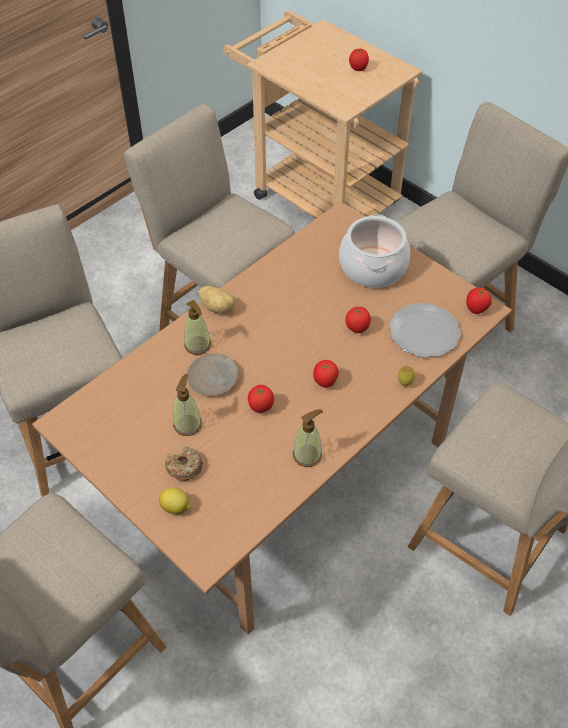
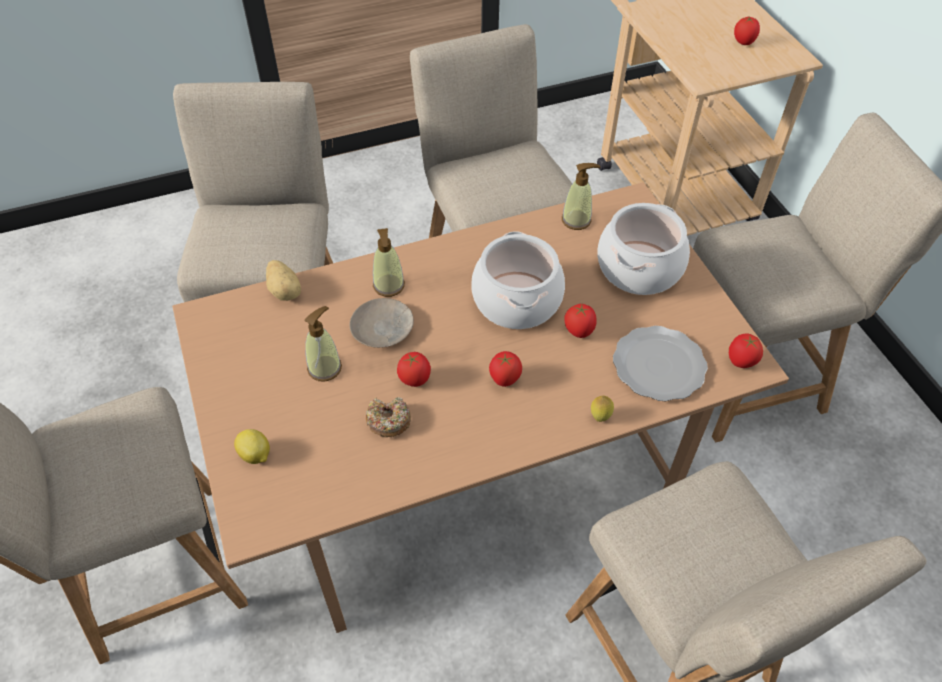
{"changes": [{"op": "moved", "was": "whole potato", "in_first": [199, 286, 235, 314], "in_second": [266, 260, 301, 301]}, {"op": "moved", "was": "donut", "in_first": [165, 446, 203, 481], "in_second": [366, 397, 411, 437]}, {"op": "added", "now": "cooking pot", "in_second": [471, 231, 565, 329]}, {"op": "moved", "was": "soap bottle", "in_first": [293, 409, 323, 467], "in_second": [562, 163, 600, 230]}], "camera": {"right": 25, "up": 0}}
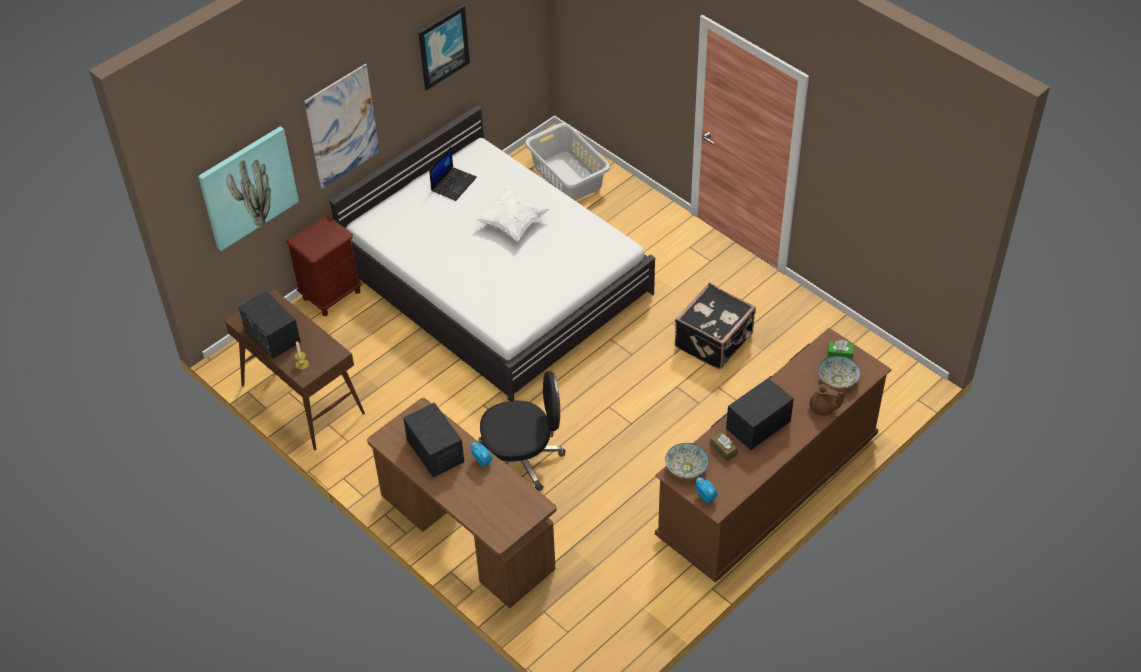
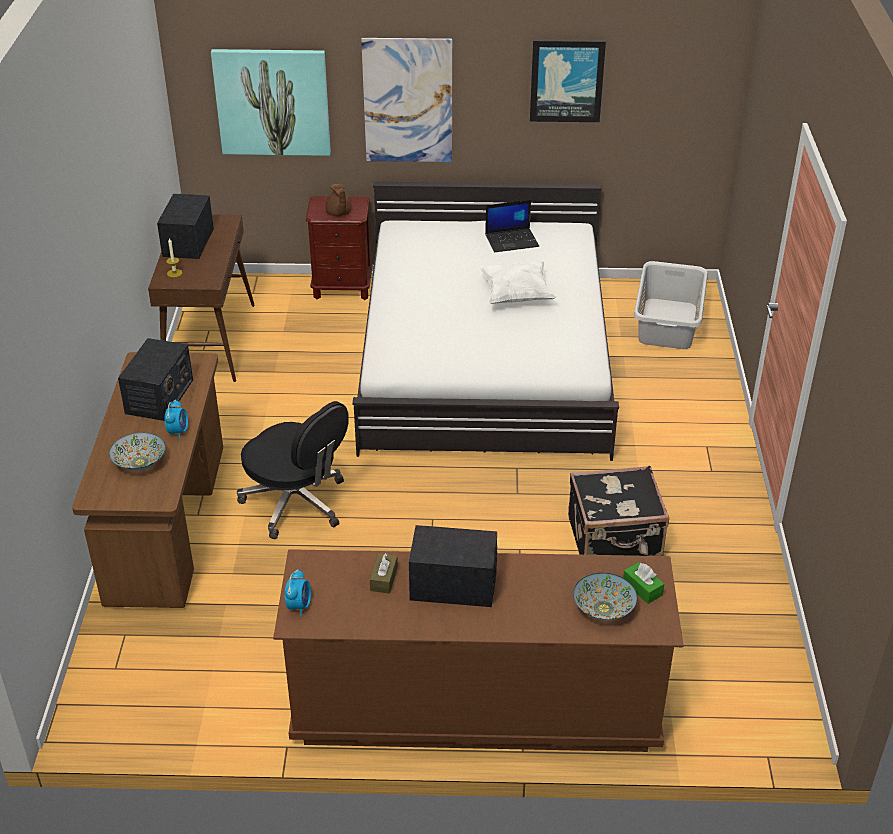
{"changes": [{"op": "moved", "was": "deep dish", "in_first": [665, 443, 709, 478], "in_second": [109, 432, 166, 471]}, {"op": "moved", "was": "pot for tea/brown-coloured", "in_first": [810, 384, 845, 416], "in_second": [325, 184, 351, 217]}], "camera": {"right": 45, "up": -10}}
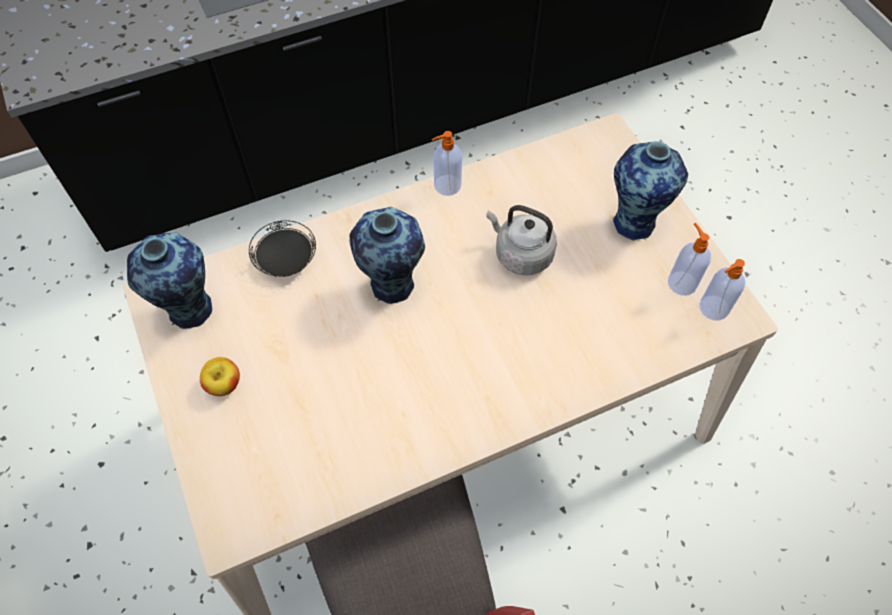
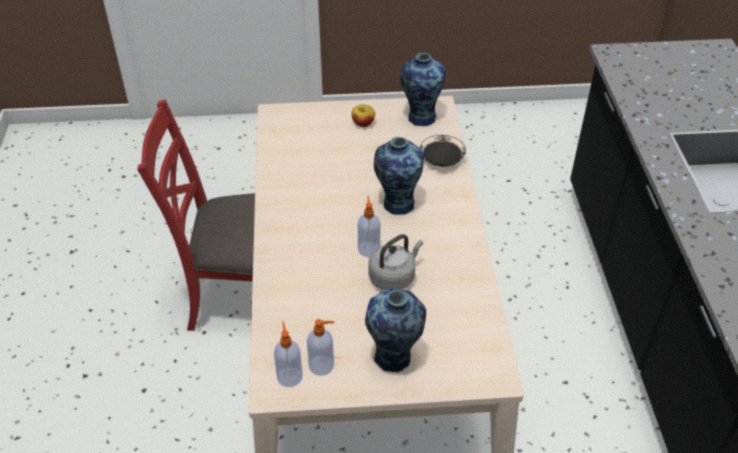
{"changes": [{"op": "moved", "was": "soap bottle", "in_first": [432, 131, 462, 196], "in_second": [358, 196, 381, 257]}], "camera": {"right": 110, "up": -15}}
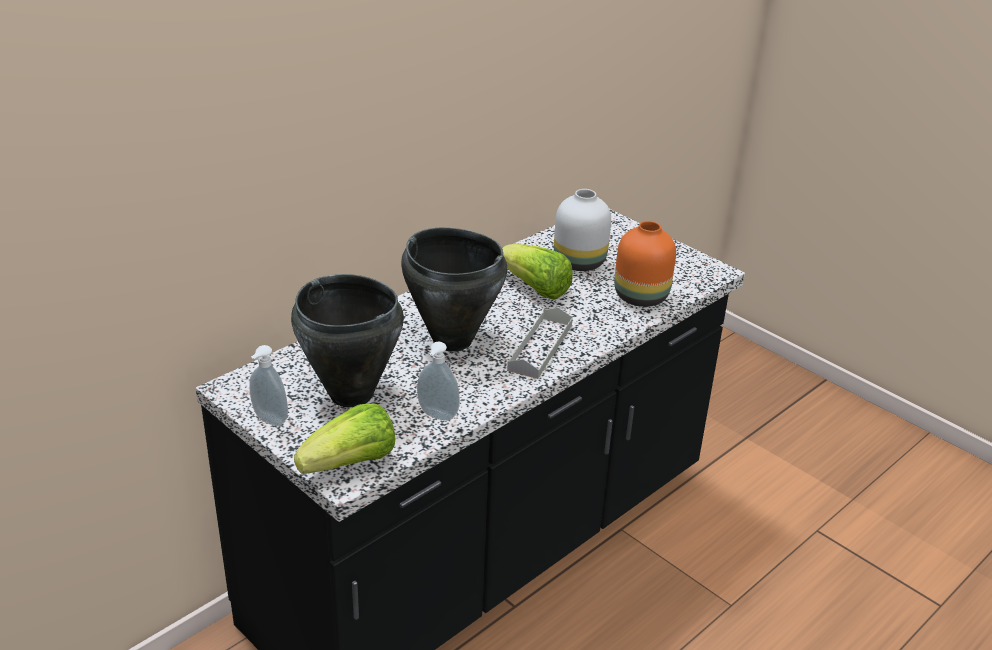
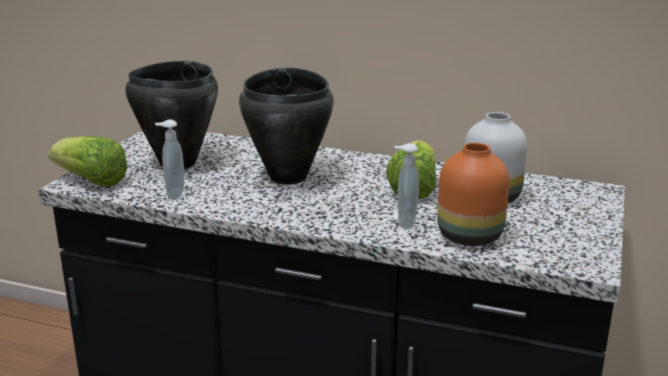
{"changes": [{"op": "moved", "was": "soap bottle", "in_first": [249, 345, 288, 426], "in_second": [394, 143, 419, 229]}, {"op": "removed", "was": "serving tray/gray", "in_first": [507, 307, 573, 379]}], "camera": {"right": 65, "up": -10}}
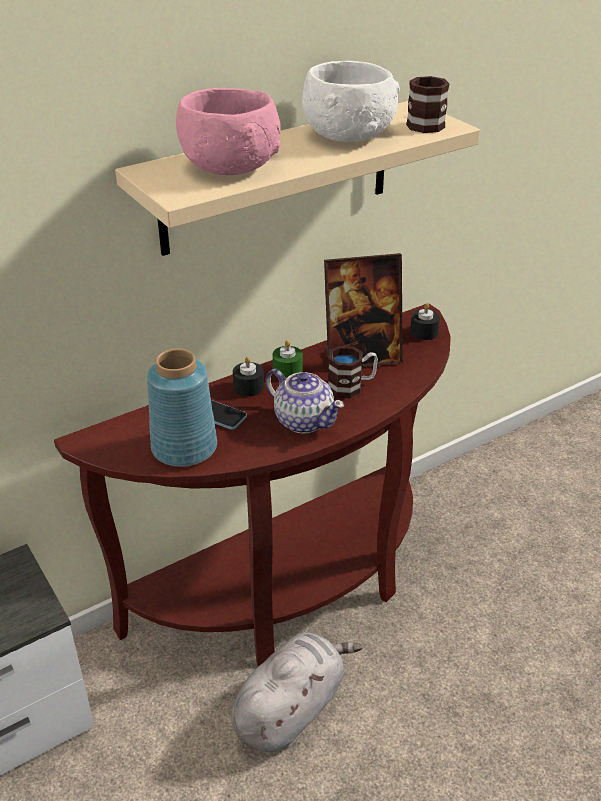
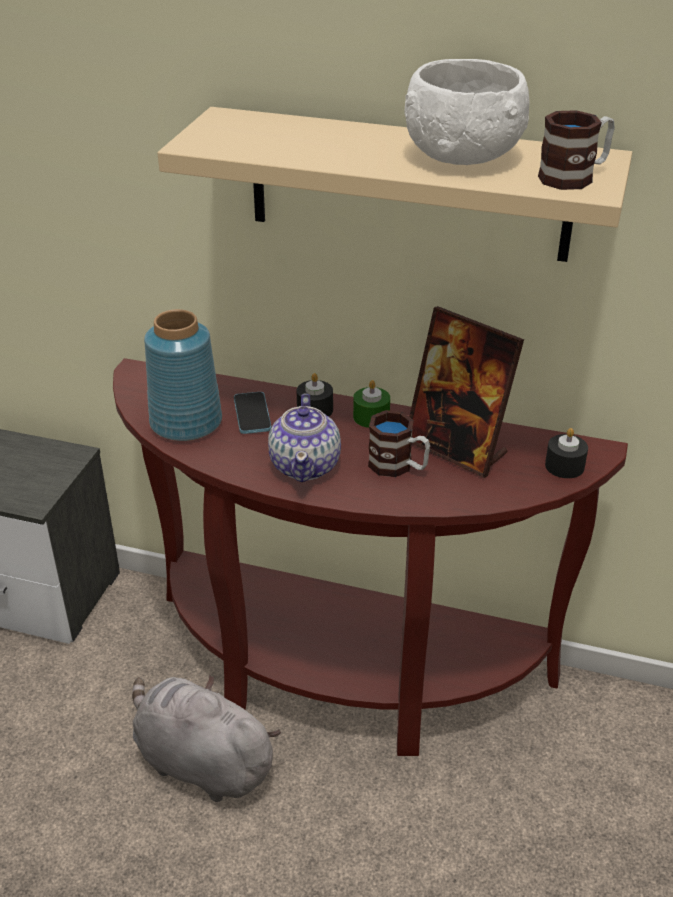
{"changes": [{"op": "turned", "was": "soft toy/gray", "in_first": [231, 633, 363, 752], "in_second": [132, 675, 281, 802], "clockwise": -150}, {"op": "removed", "was": "deep dish/pink", "in_first": [176, 88, 281, 175]}], "camera": {"right": 50, "up": 0}}
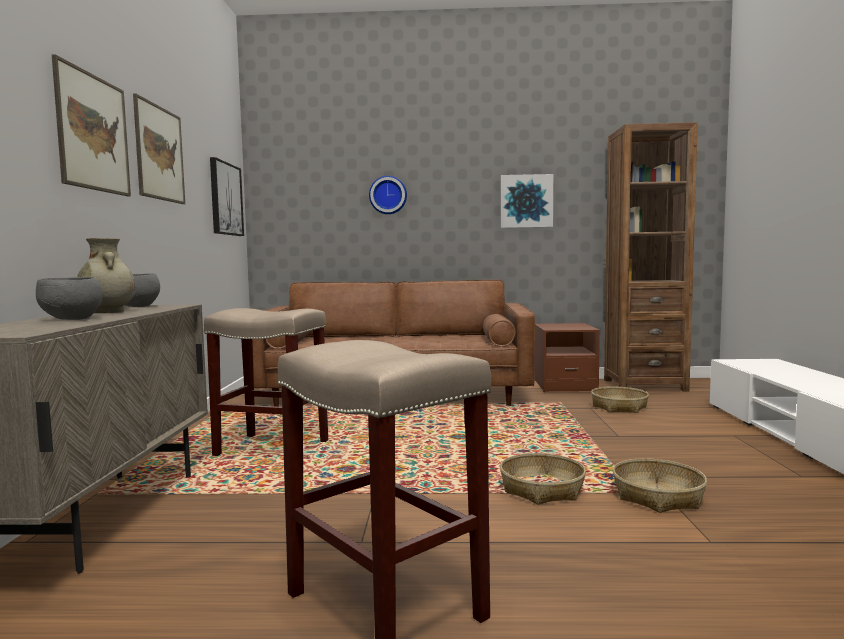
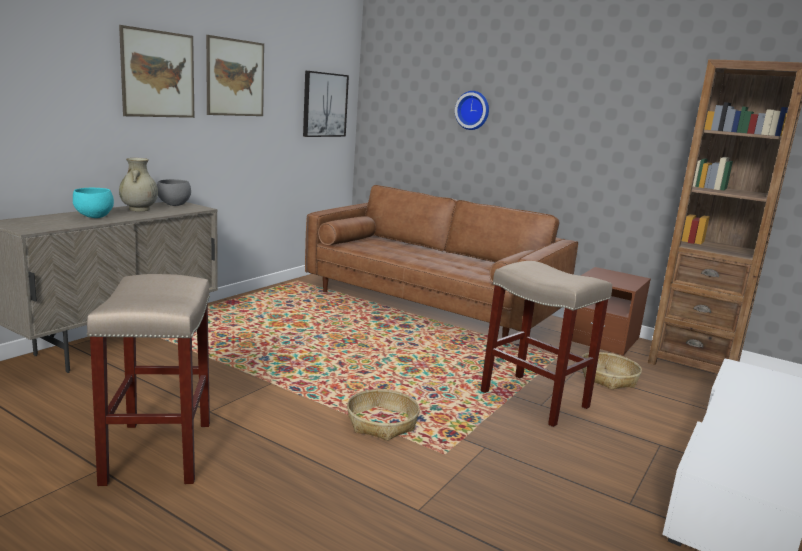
{"changes": [{"op": "recoloured", "was": "deep dish/gray", "now": "deep dish/blue-green", "in_first": [36, 277, 103, 320], "in_second": [73, 188, 114, 218]}, {"op": "moved", "was": "sitting stool/beige-coloured", "in_first": [204, 308, 328, 456], "in_second": [481, 261, 612, 427]}, {"op": "removed", "was": "picture", "in_first": [500, 174, 553, 228]}, {"op": "removed", "was": "storage basket", "in_first": [613, 458, 707, 513]}], "camera": {"right": 30, "up": 10}}
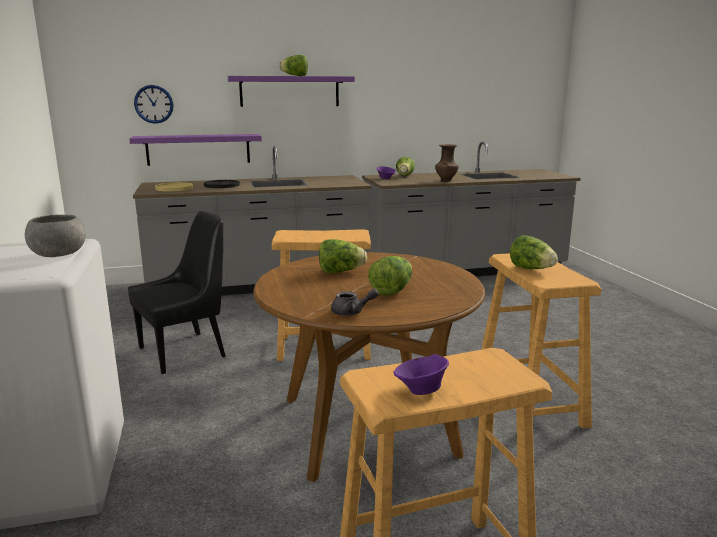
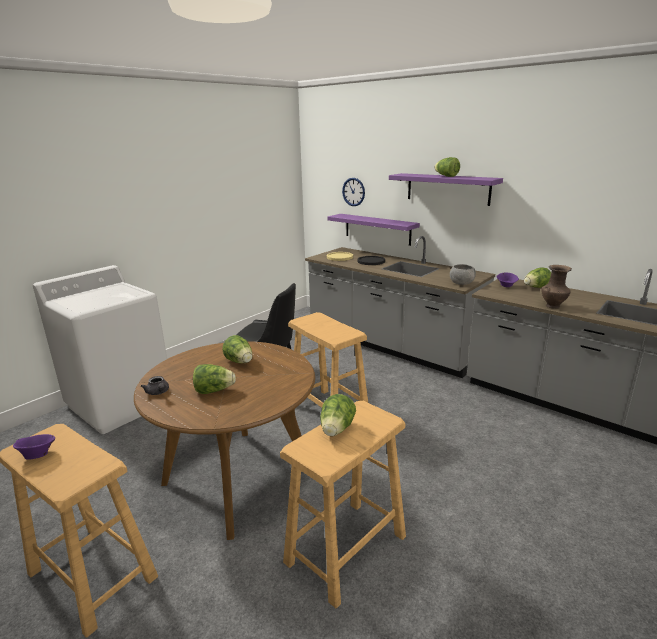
{"changes": [{"op": "moved", "was": "deep dish/gray", "in_first": [25, 215, 86, 257], "in_second": [450, 264, 476, 285]}], "camera": {"right": 55, "up": 5}}
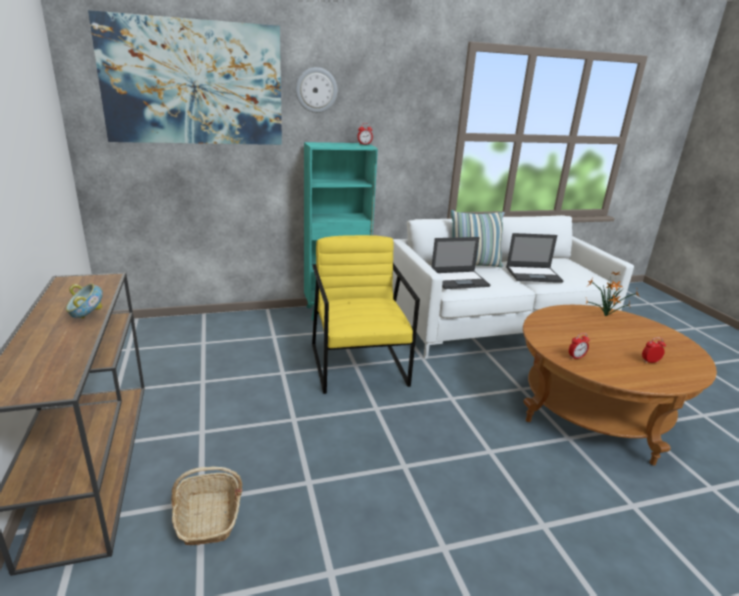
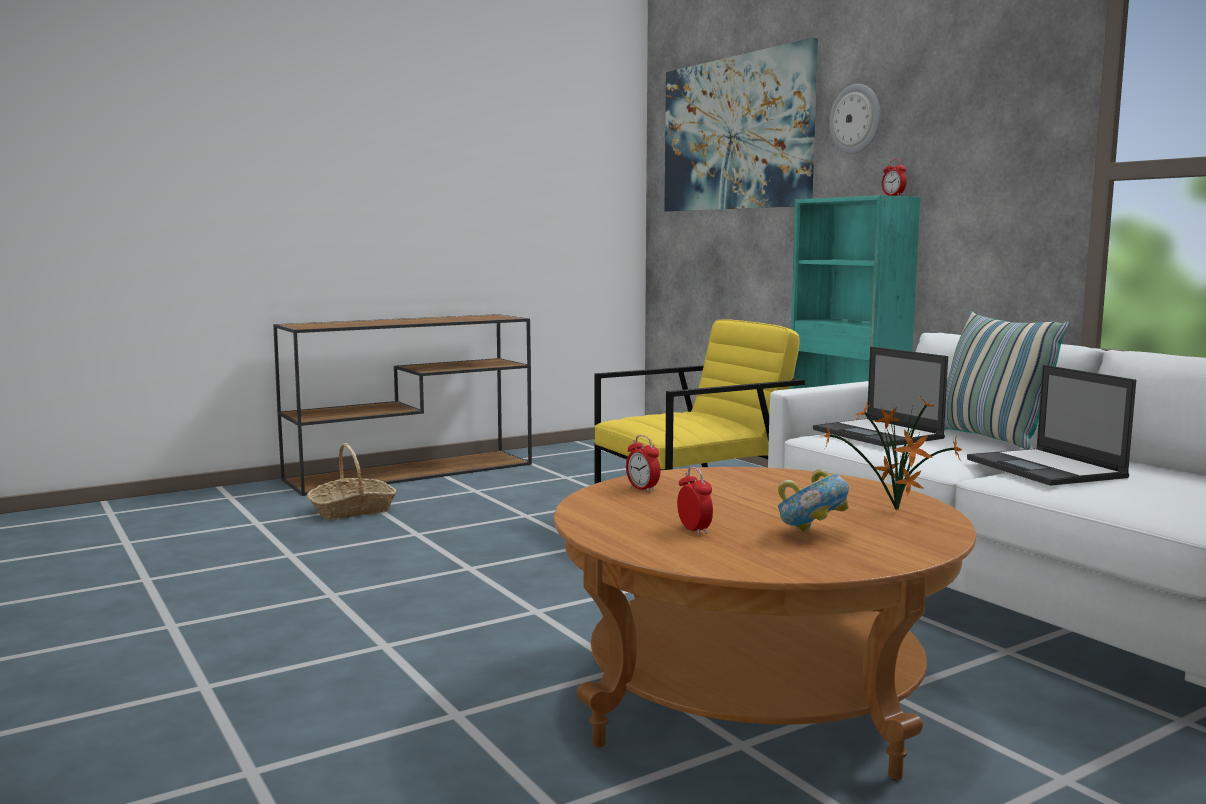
{"changes": [{"op": "moved", "was": "deep dish", "in_first": [66, 284, 103, 319], "in_second": [778, 469, 849, 533]}], "camera": {"right": 75, "up": -15}}
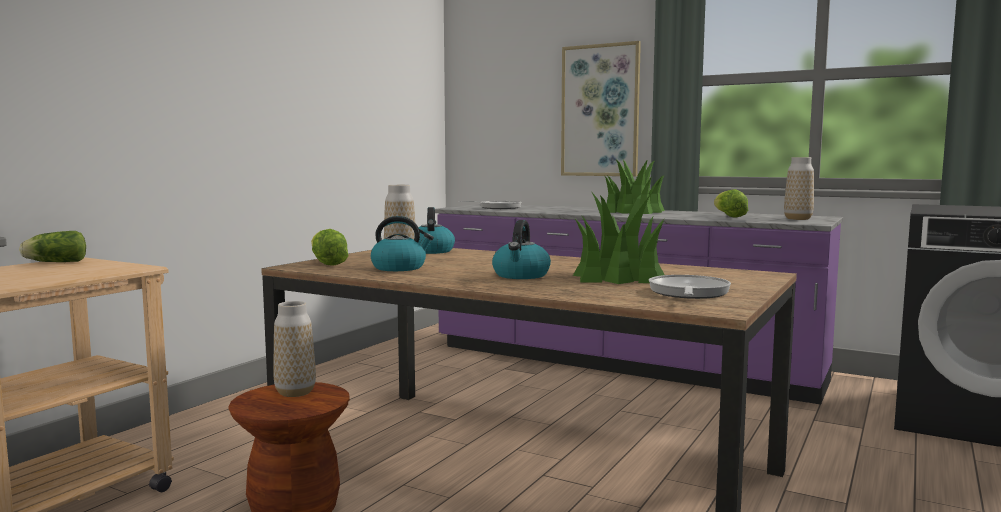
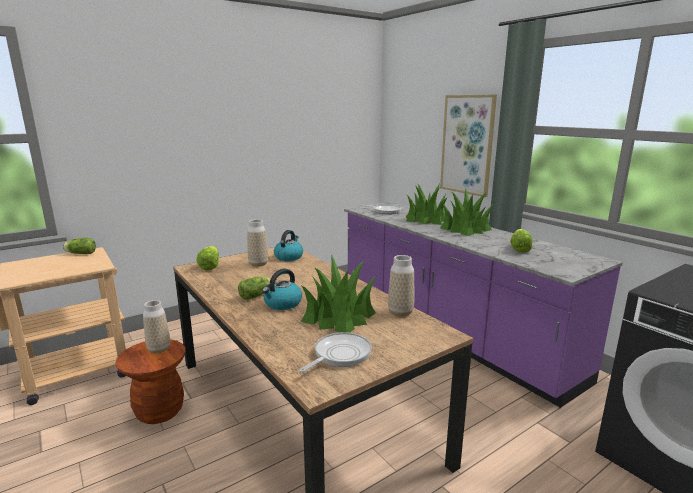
{"changes": [{"op": "added", "now": "lettuce", "in_second": [238, 277, 270, 300]}, {"op": "moved", "was": "flower vase", "in_first": [784, 157, 814, 220], "in_second": [388, 255, 414, 317]}, {"op": "added", "now": "potted plant", "in_second": [406, 183, 448, 225]}, {"op": "removed", "was": "water kettle", "in_first": [371, 216, 434, 271]}], "camera": {"right": 25, "up": 10}}
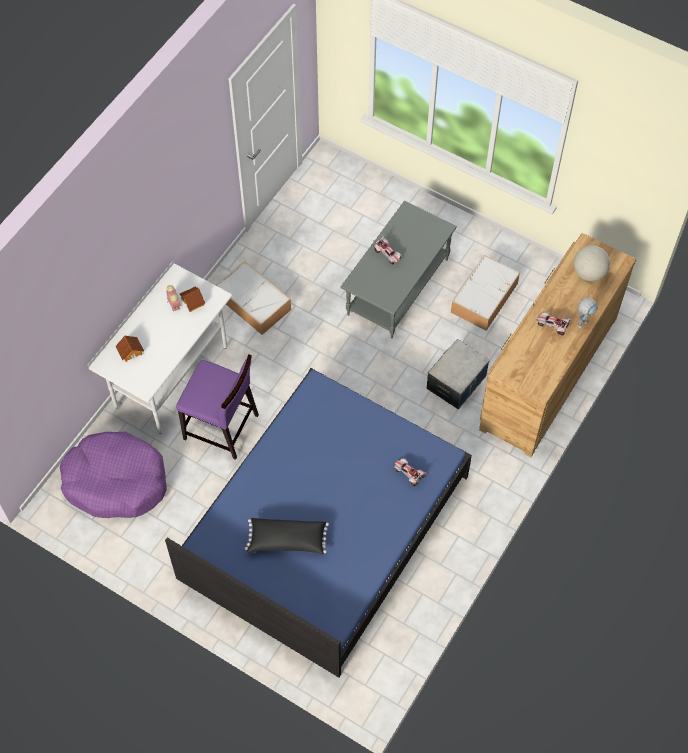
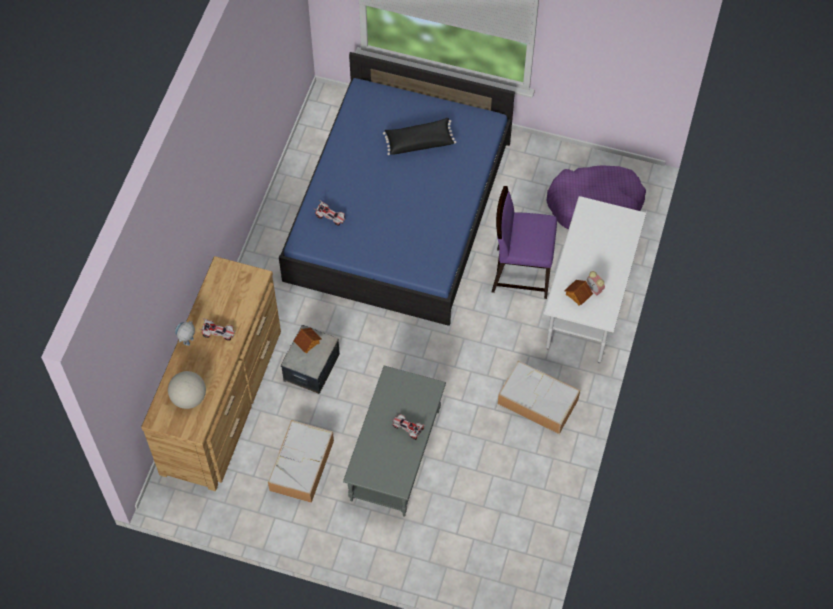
{"changes": [{"op": "moved", "was": "toy house", "in_first": [115, 335, 144, 362], "in_second": [294, 328, 321, 353]}], "camera": {"right": 165, "up": 0}}
